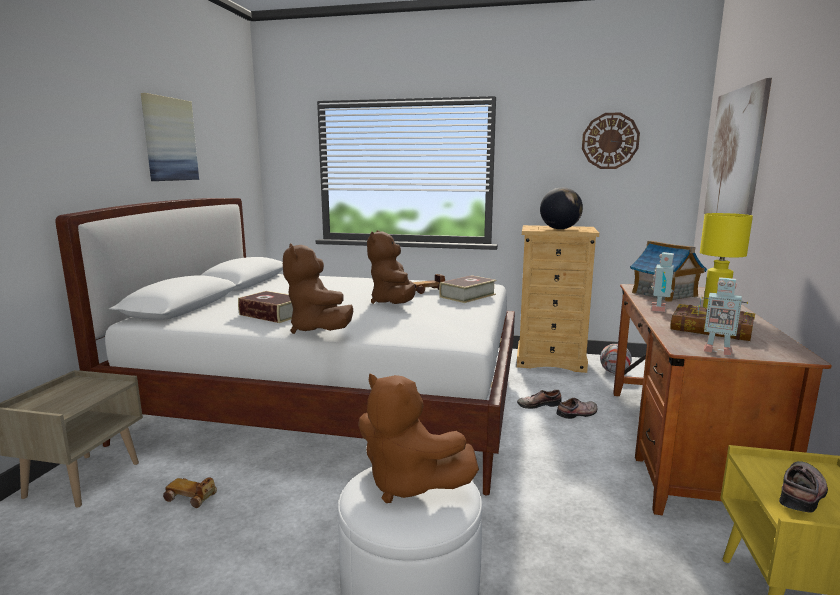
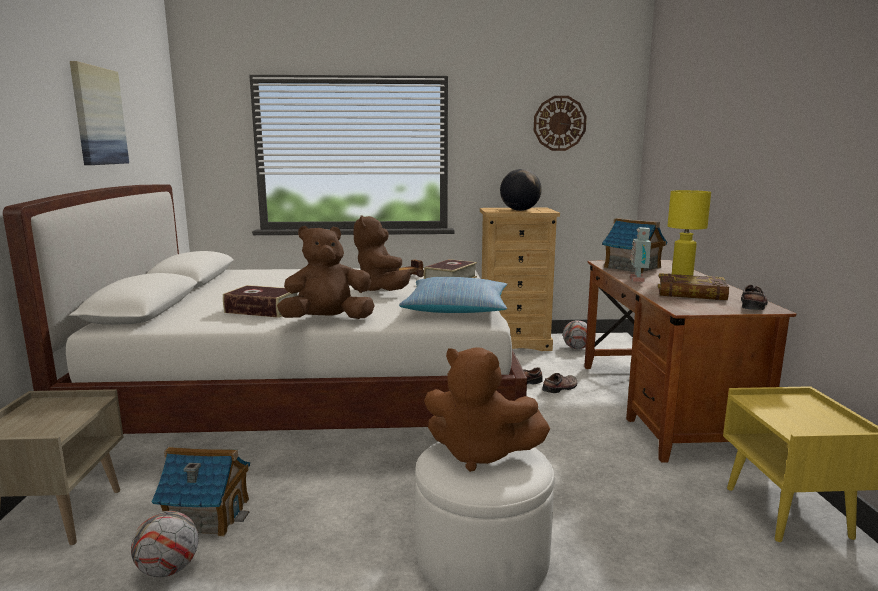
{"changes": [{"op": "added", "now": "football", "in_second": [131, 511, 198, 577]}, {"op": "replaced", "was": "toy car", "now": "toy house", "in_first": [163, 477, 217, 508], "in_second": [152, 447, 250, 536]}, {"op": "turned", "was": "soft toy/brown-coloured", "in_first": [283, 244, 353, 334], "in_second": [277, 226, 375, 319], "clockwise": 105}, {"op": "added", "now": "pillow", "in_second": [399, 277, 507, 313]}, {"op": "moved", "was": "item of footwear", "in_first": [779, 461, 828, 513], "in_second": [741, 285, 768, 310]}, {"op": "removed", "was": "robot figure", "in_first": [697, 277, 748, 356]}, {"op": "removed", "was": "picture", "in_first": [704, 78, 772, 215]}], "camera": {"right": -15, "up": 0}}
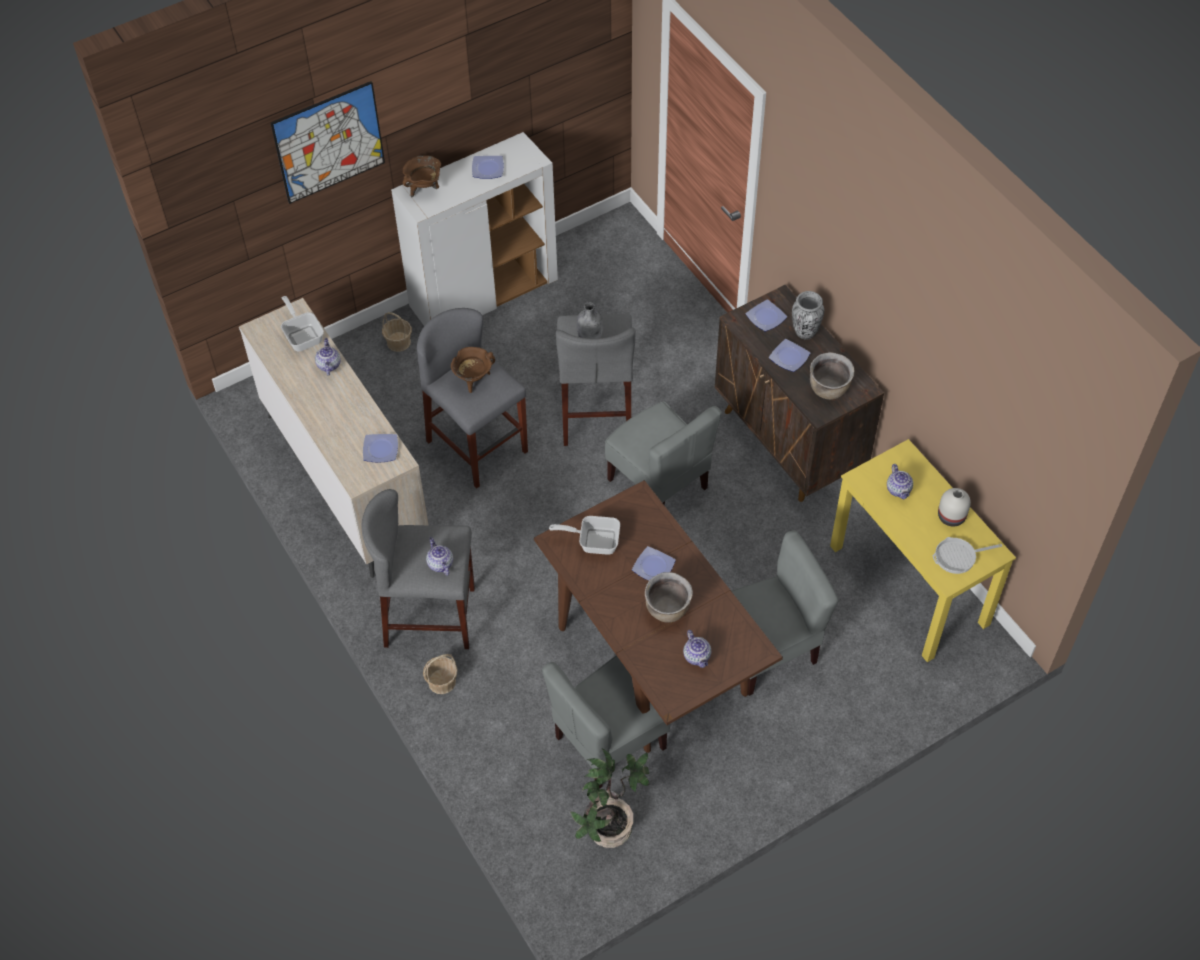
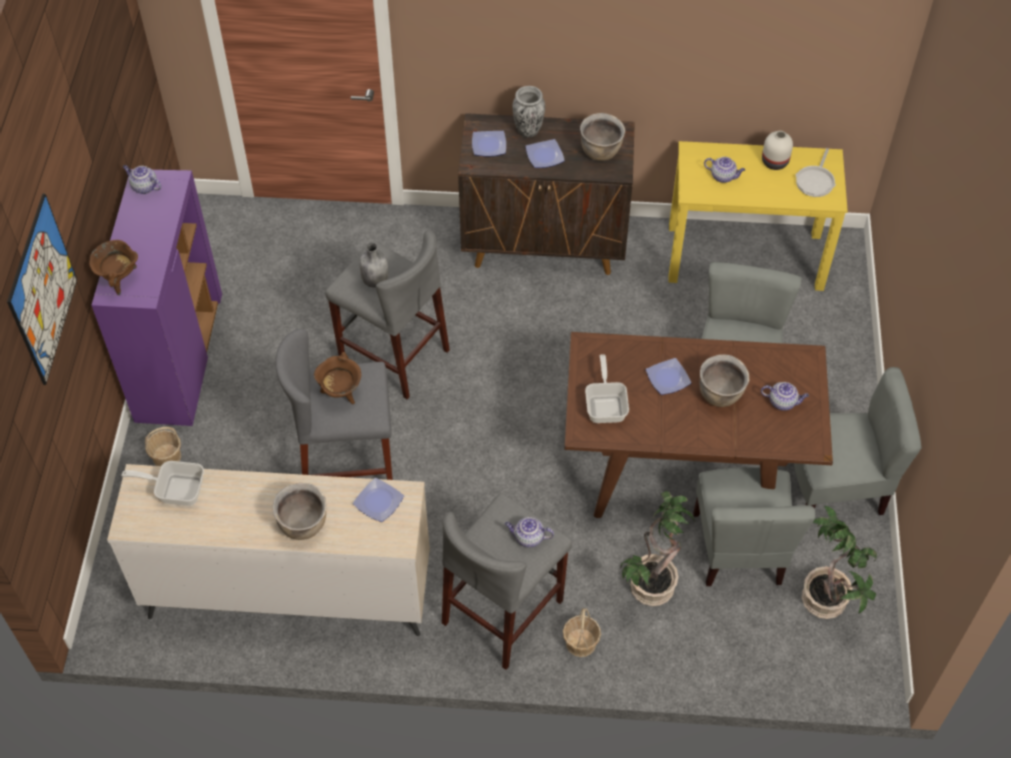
{"changes": [{"op": "recoloured", "was": "storage cabinet/white", "now": "storage cabinet/purple-coloured", "in_first": [391, 132, 558, 326], "in_second": [91, 169, 222, 426]}, {"op": "moved", "was": "pot for tea", "in_first": [315, 338, 341, 376], "in_second": [123, 165, 161, 194]}, {"op": "added", "now": "cooking pot/brown-coloured", "in_second": [272, 483, 327, 540]}, {"op": "turned", "was": "pan", "in_first": [549, 516, 620, 555], "in_second": [585, 354, 629, 423], "clockwise": 135}, {"op": "added", "now": "potted plant", "in_second": [620, 491, 696, 606]}, {"op": "moved", "was": "plain chair/gray", "in_first": [605, 401, 722, 505], "in_second": [794, 367, 922, 515]}, {"op": "removed", "was": "flat dish", "in_first": [472, 156, 504, 179]}], "camera": {"right": -55, "up": 0}}
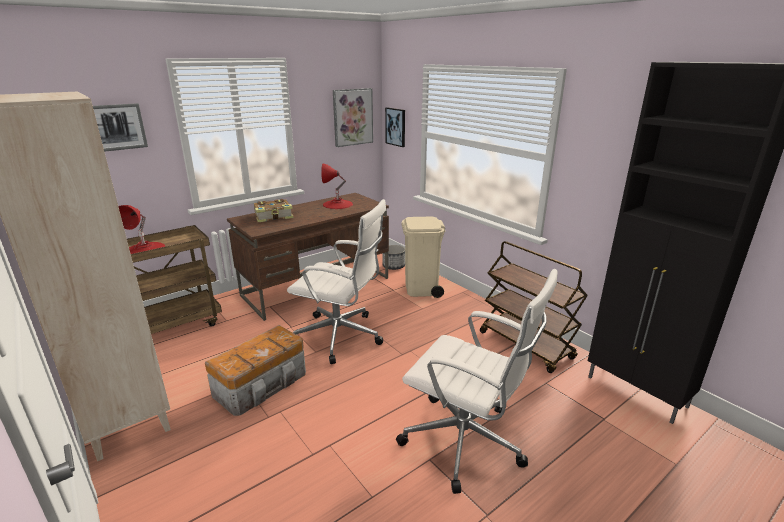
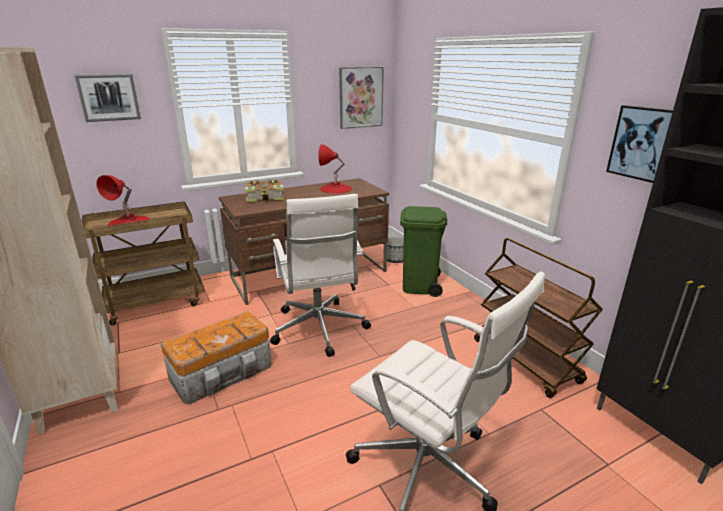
{"changes": [{"op": "turned", "was": "computer chair/white", "in_first": [287, 199, 386, 364], "in_second": [270, 194, 371, 357], "clockwise": 45}, {"op": "recoloured", "was": "trash can/beige-coloured", "now": "trash can/green", "in_first": [402, 217, 446, 298], "in_second": [400, 206, 447, 297]}, {"op": "moved", "was": "picture", "in_first": [385, 107, 405, 147], "in_second": [606, 105, 673, 183]}], "camera": {"right": 10, "up": 0}}
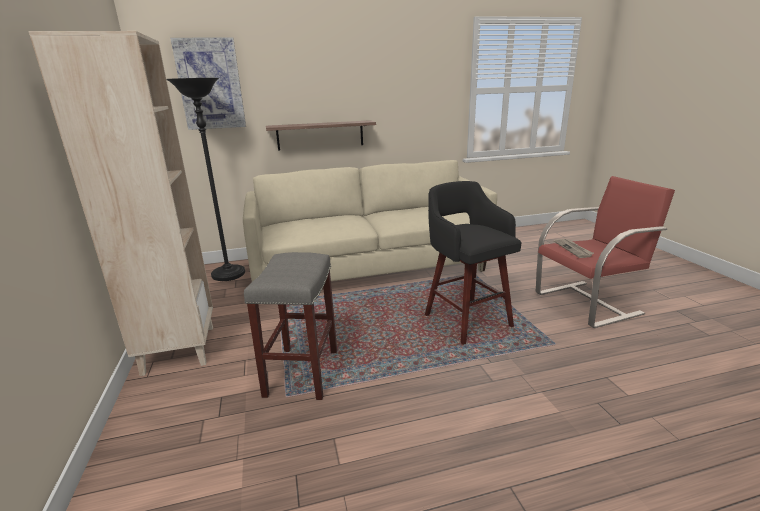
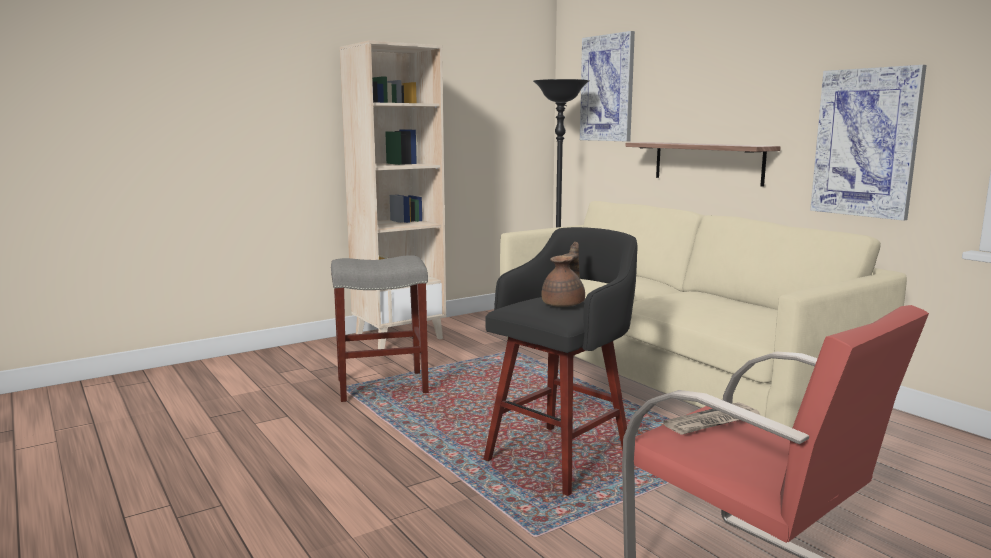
{"changes": [{"op": "added", "now": "pot for tea/brown-coloured", "in_second": [542, 242, 585, 307]}, {"op": "added", "now": "picture", "in_second": [810, 65, 927, 221]}], "camera": {"right": 70, "up": -10}}
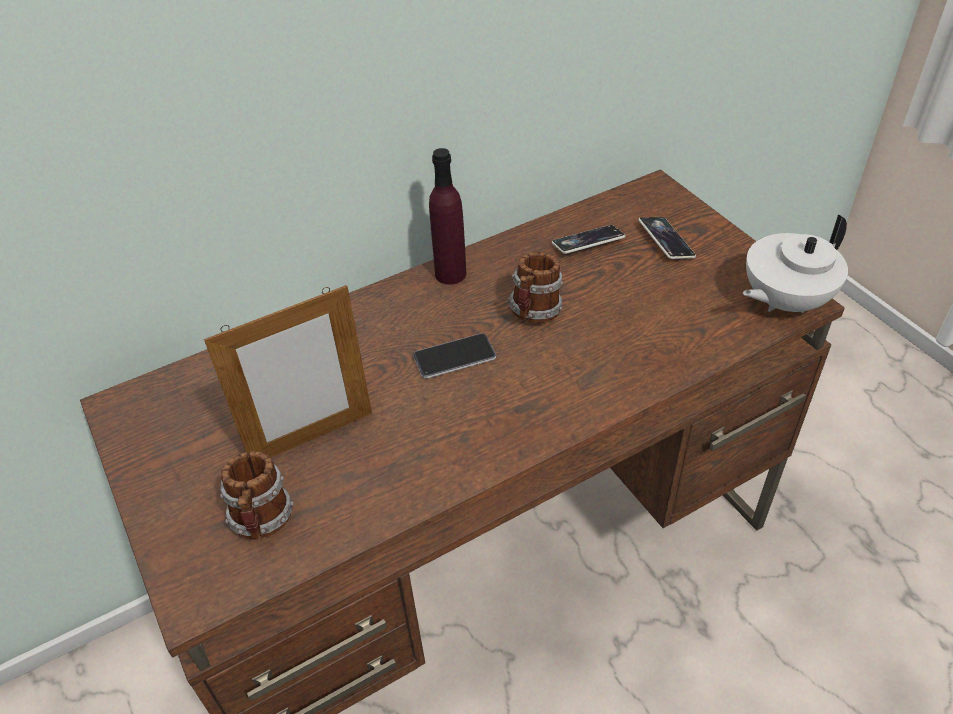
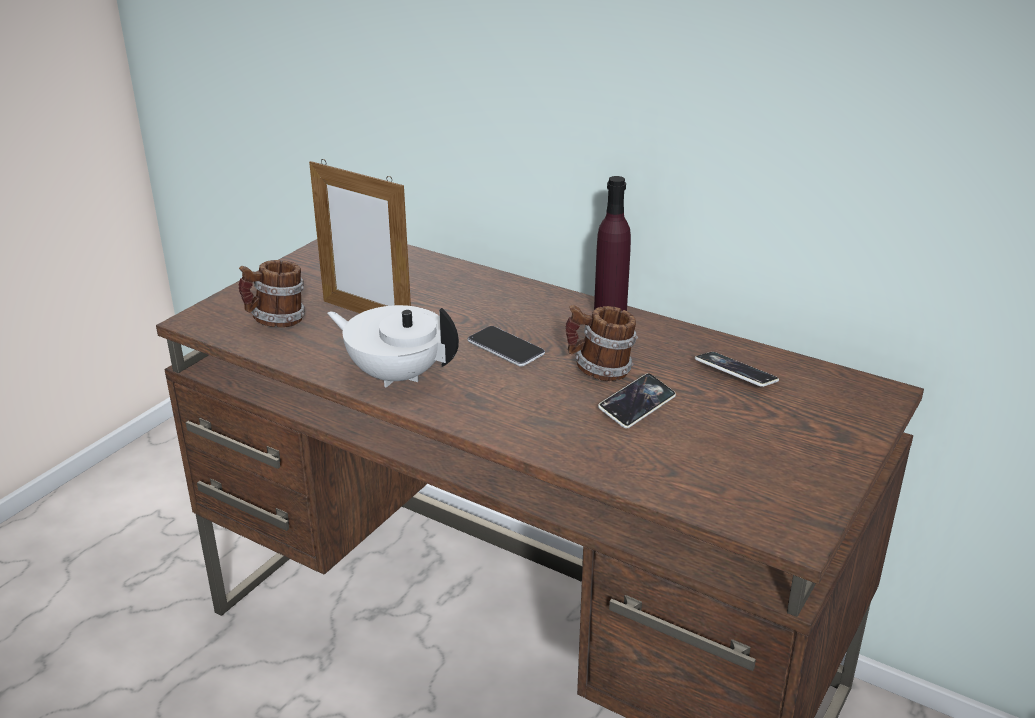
{"changes": [{"op": "moved", "was": "pot for tea/white", "in_first": [743, 215, 848, 313], "in_second": [327, 305, 459, 388]}, {"op": "moved", "was": "handset", "in_first": [639, 217, 696, 259], "in_second": [598, 373, 676, 429]}], "camera": {"right": 60, "up": -15}}
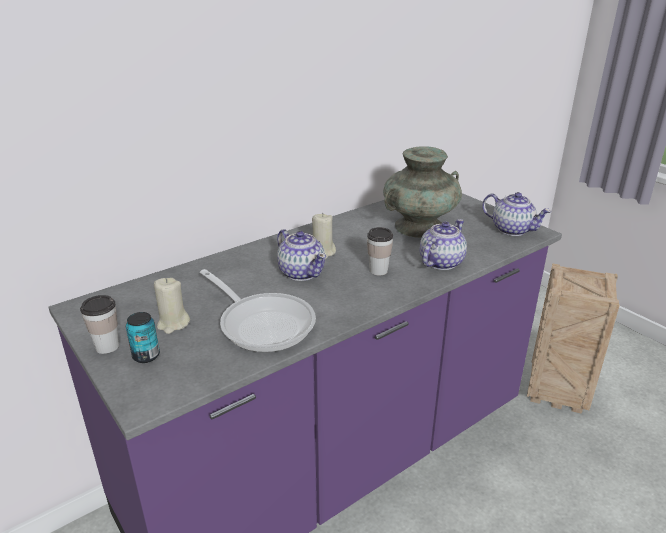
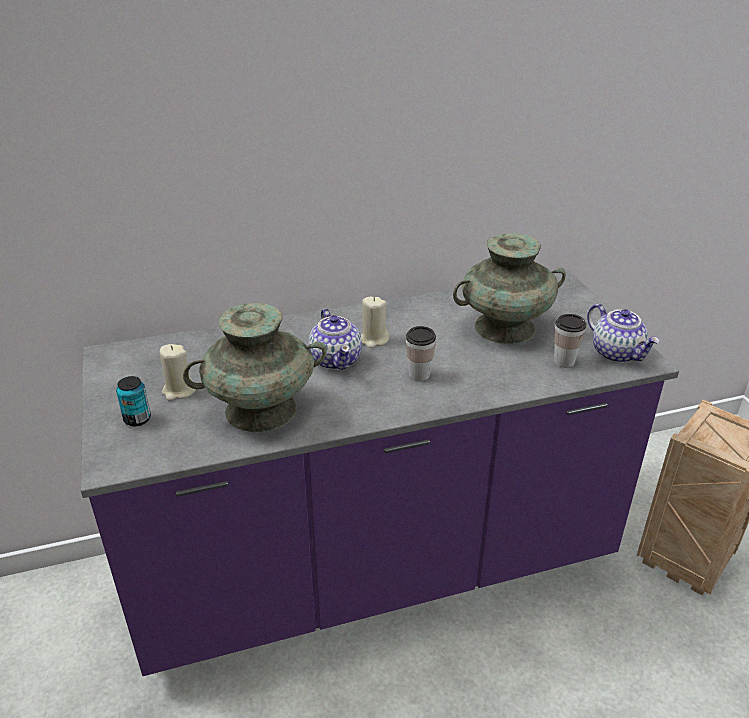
{"changes": [{"op": "replaced", "was": "pan", "now": "flower vase/blue-green", "in_first": [200, 269, 316, 352], "in_second": [183, 303, 327, 432]}, {"op": "moved", "was": "drinking cup", "in_first": [80, 295, 119, 354], "in_second": [554, 314, 586, 367]}, {"op": "removed", "was": "pot for tea", "in_first": [420, 219, 467, 270]}], "camera": {"right": 20, "up": 5}}
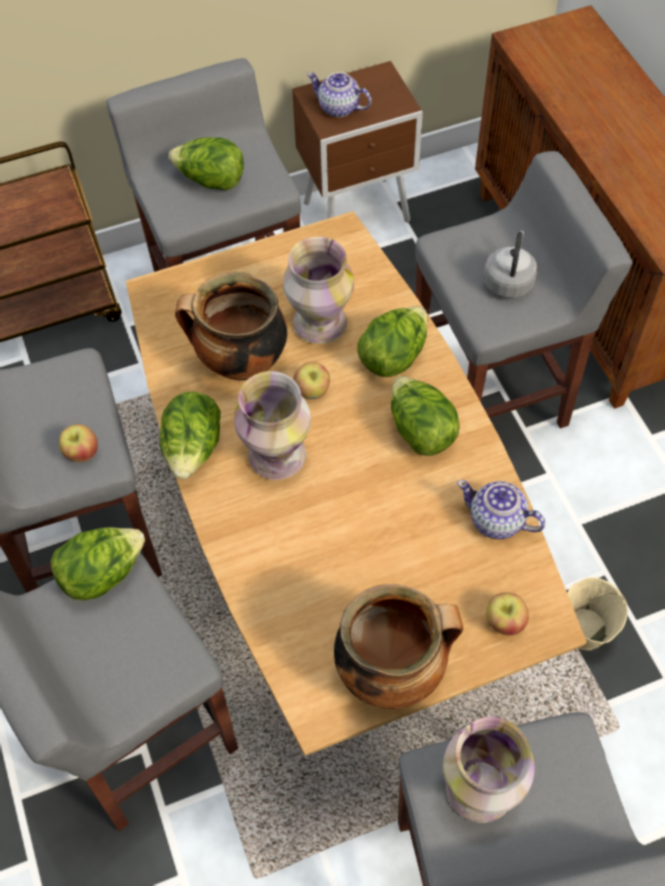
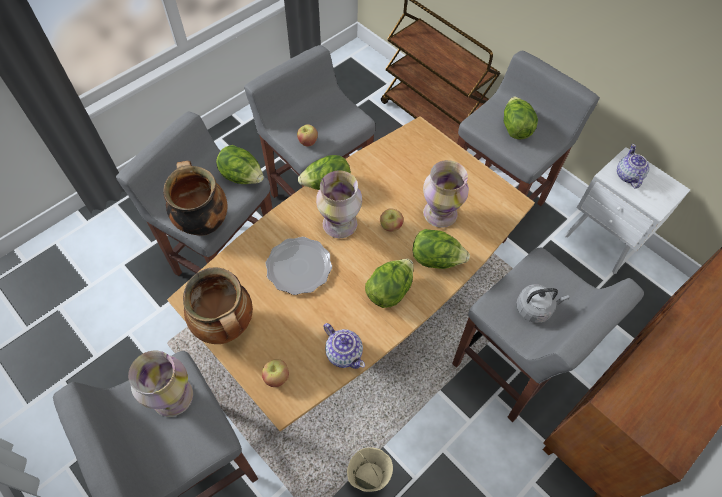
{"changes": [{"op": "moved", "was": "cooking pot", "in_first": [175, 272, 287, 380], "in_second": [163, 161, 228, 235]}, {"op": "added", "now": "flat dish", "in_second": [265, 237, 332, 295]}, {"op": "turned", "was": "pot for tea", "in_first": [457, 480, 545, 539], "in_second": [323, 323, 365, 369], "clockwise": 135}, {"op": "recoloured", "was": "night table/brown-coloured", "now": "night table/white", "in_first": [292, 61, 423, 223], "in_second": [565, 147, 690, 274]}], "camera": {"right": 65, "up": 0}}
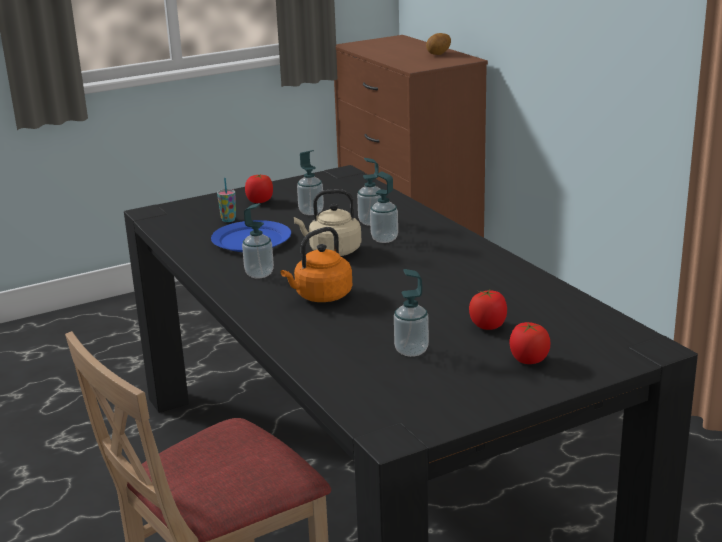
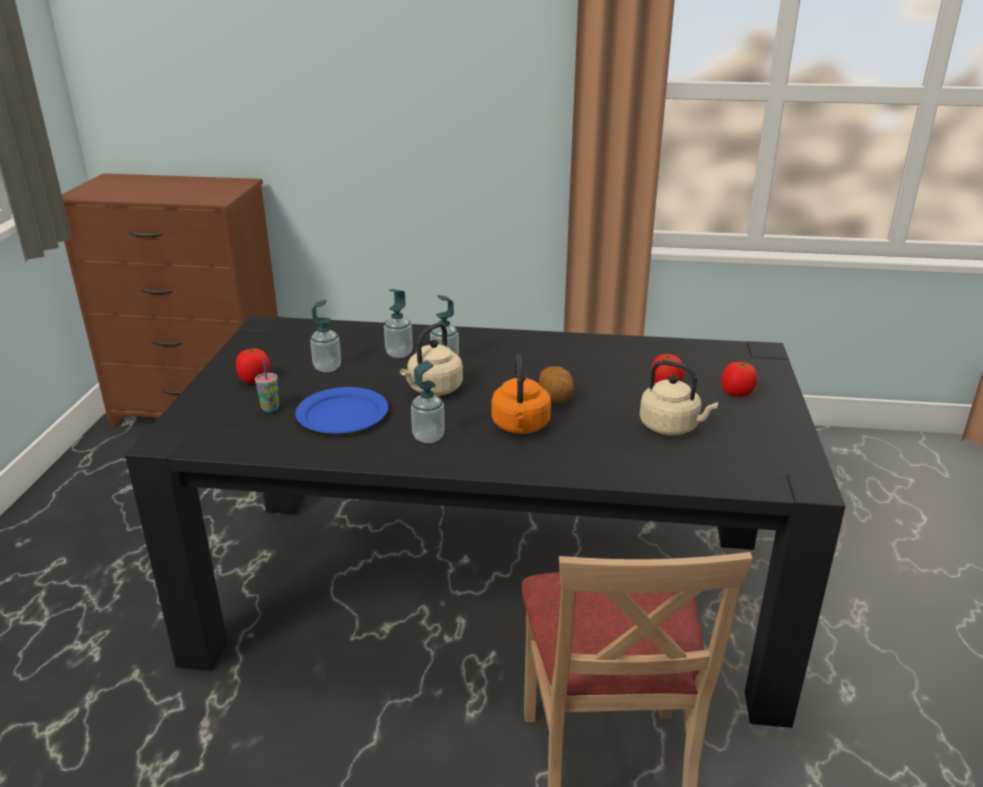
{"changes": [{"op": "moved", "was": "whole potato", "in_first": [426, 33, 451, 55], "in_second": [539, 366, 573, 403]}, {"op": "replaced", "was": "soap bottle", "now": "water kettle/beige-coloured", "in_first": [394, 269, 429, 357], "in_second": [639, 360, 718, 435]}], "camera": {"right": -55, "up": 5}}
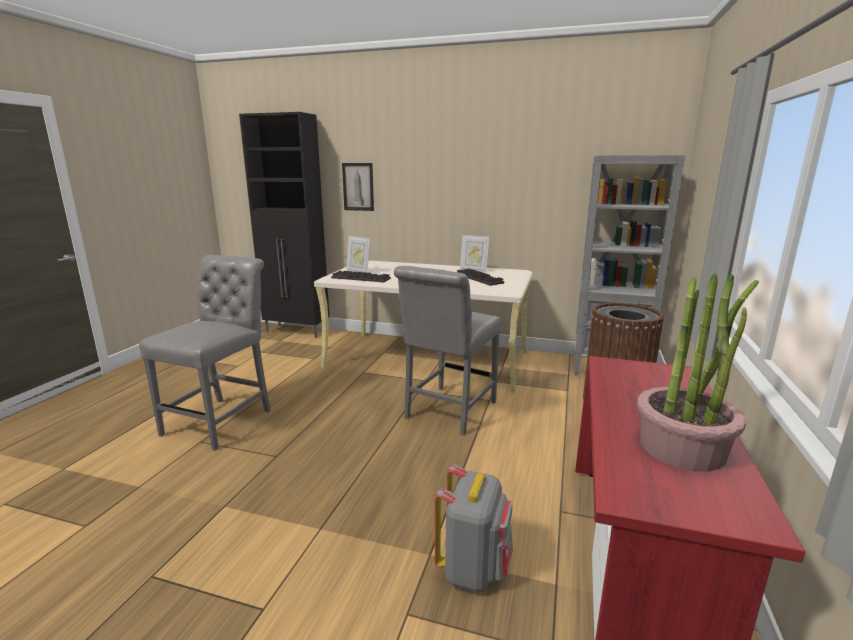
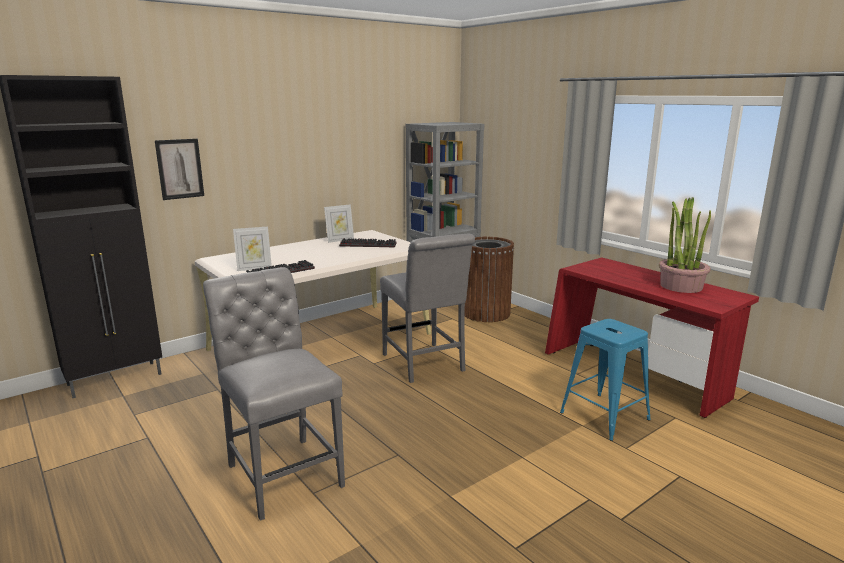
{"changes": [{"op": "replaced", "was": "rucksack/gray", "now": "sitting stool/bluish", "in_first": [435, 464, 513, 592], "in_second": [560, 319, 651, 441]}], "camera": {"right": -55, "up": 0}}
